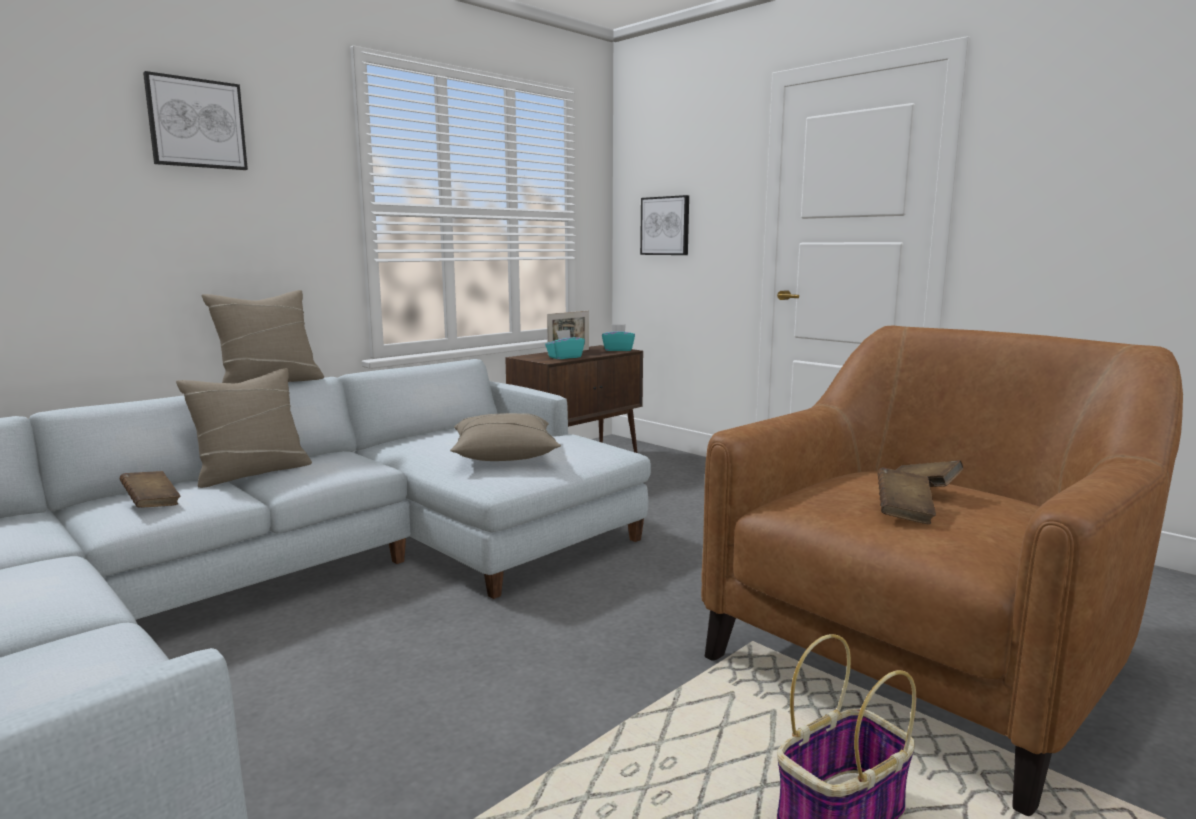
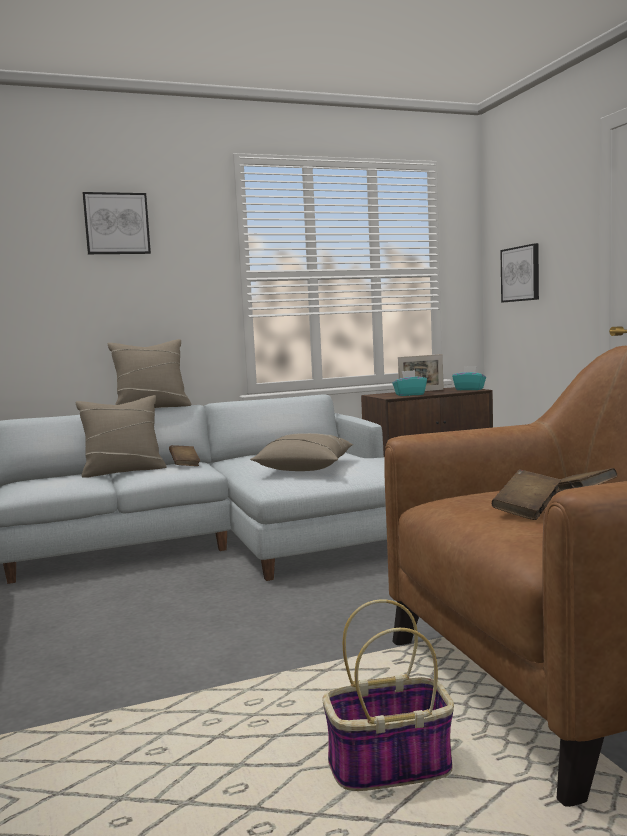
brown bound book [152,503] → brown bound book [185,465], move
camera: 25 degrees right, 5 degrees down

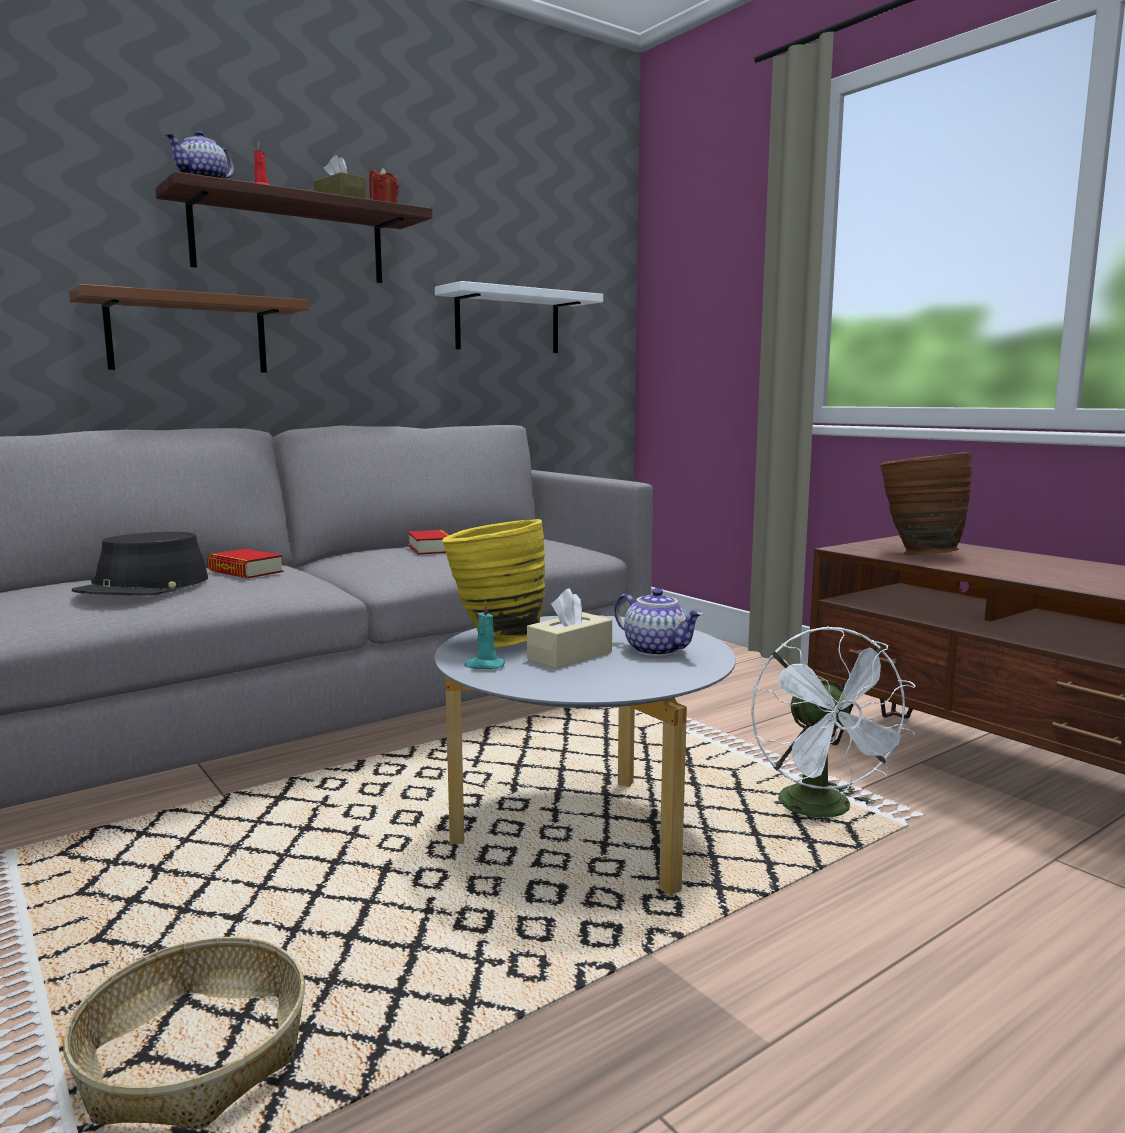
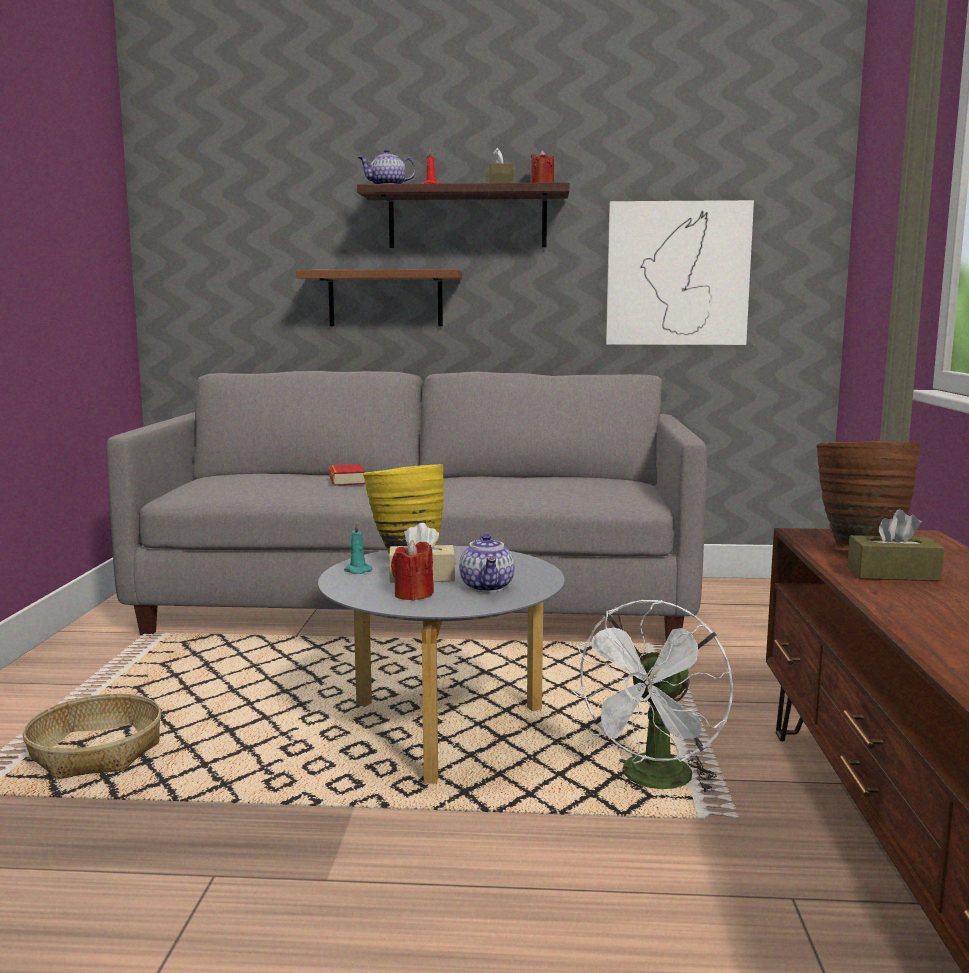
black clothing hat [144,586] → -
bound book [431,549] → -
whitish bracket shelf [507,322] → picture [677,274]
- → red-coloured wax candle [413,595]
- → brown box of tissues [893,574]
camera: 40 degrees right, 0 degrees up

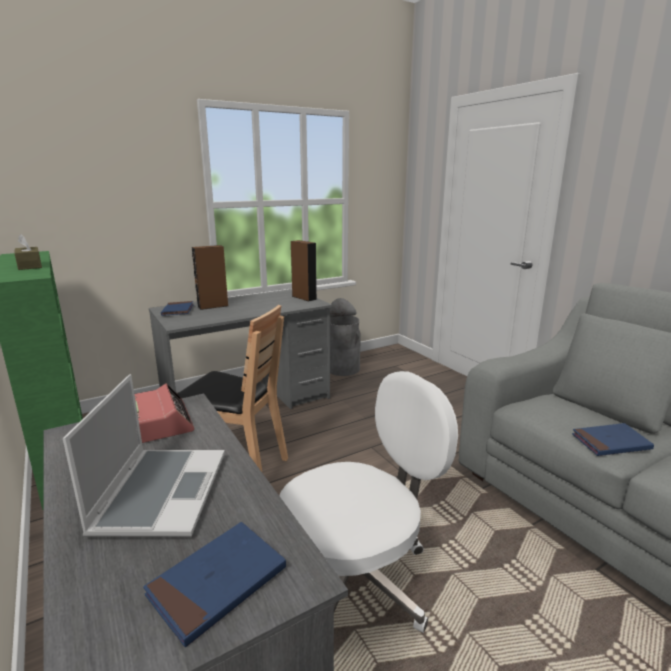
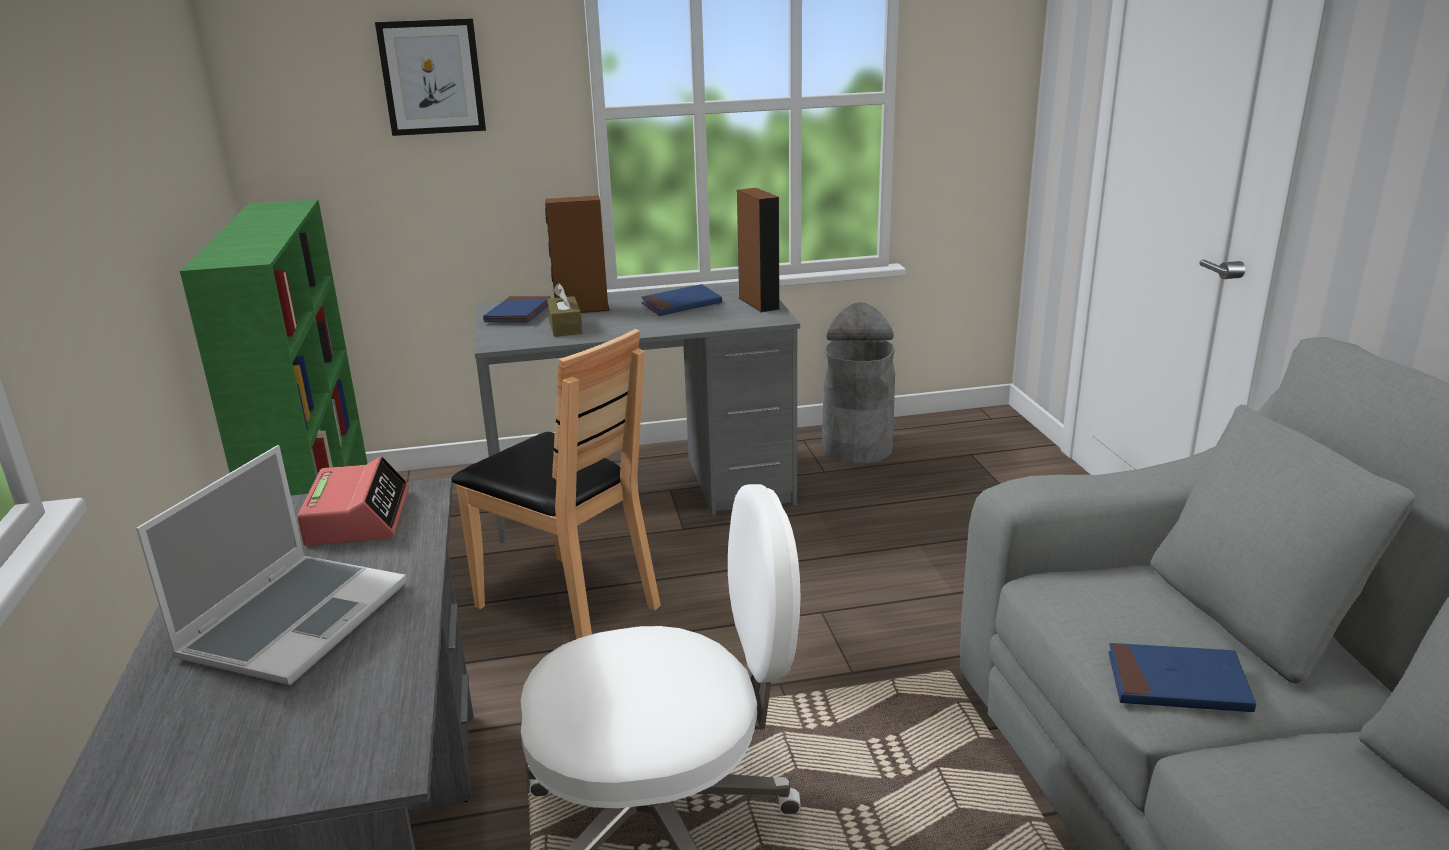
brown box of tissues [29,266] → brown box of tissues [565,327], move
blue-coloured bound book [217,583] → blue-coloured bound book [681,304], move
- → picture [432,77]
camera: 20 degrees right, 5 degrees up

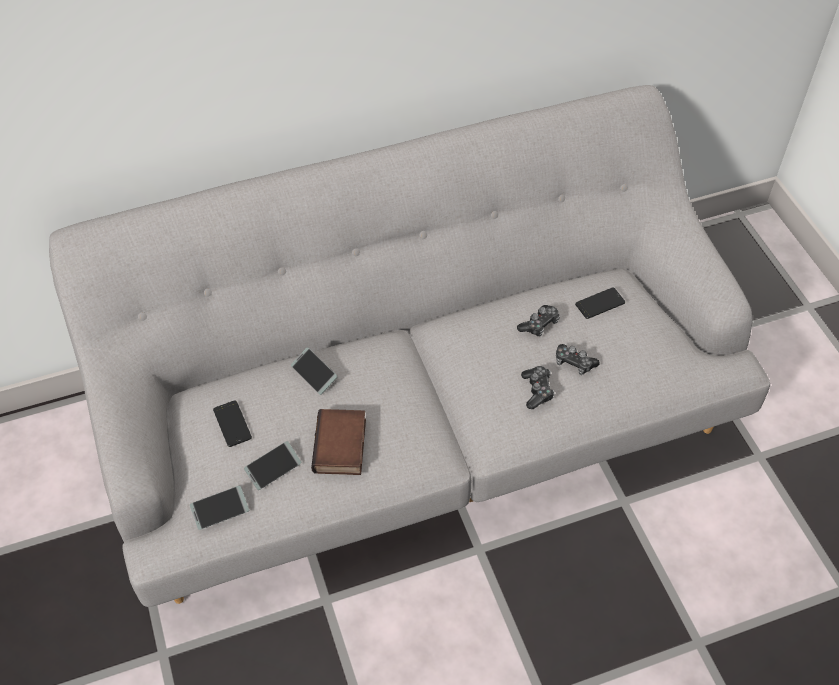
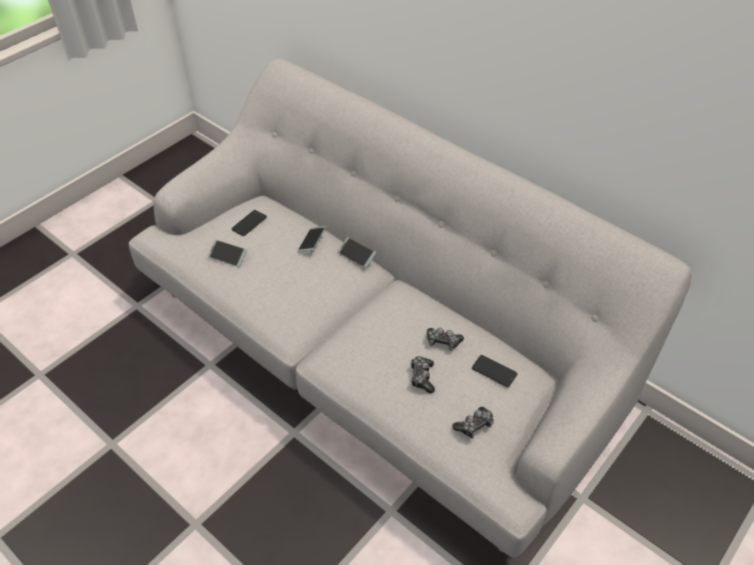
phone [220,510] → phone [356,255], move
bound book [342,447] → -
joypad [537,390] → joypad [474,425], move
camera: 60 degrees right, 5 degrees down

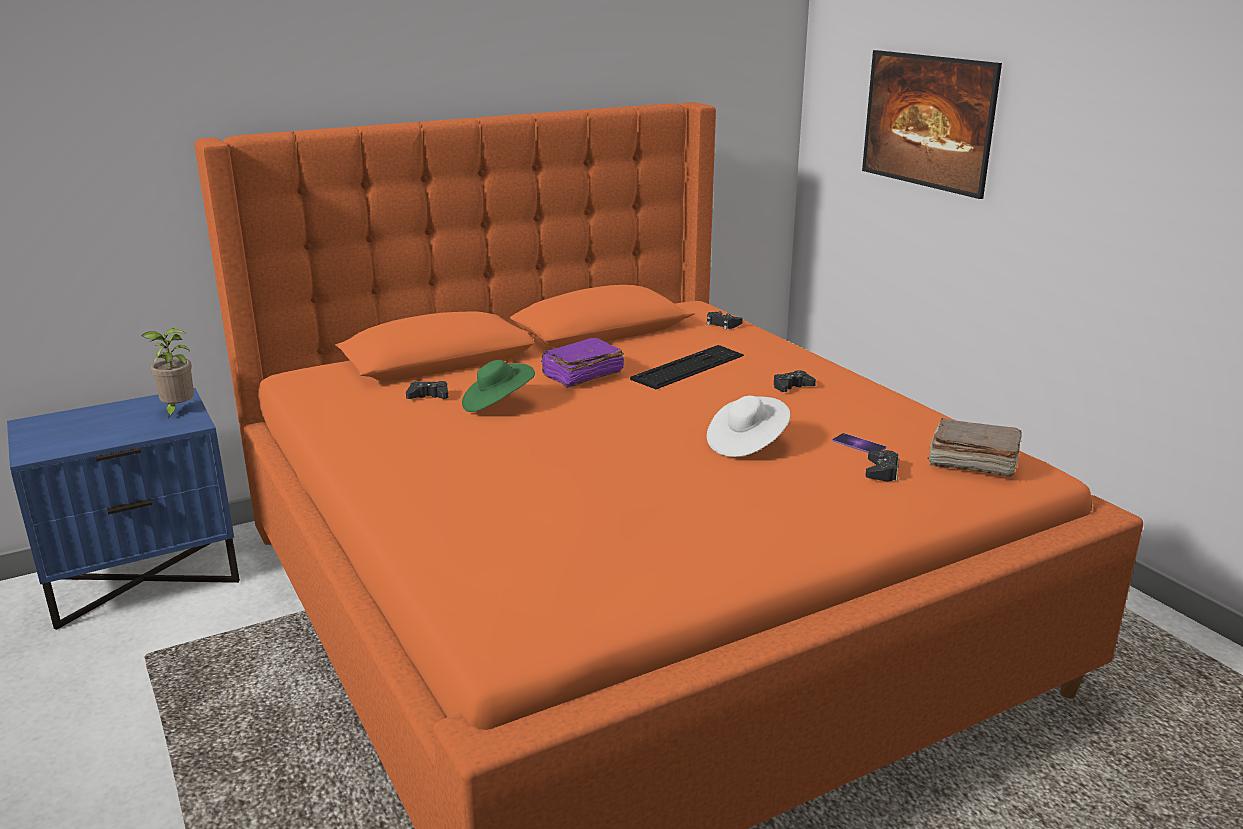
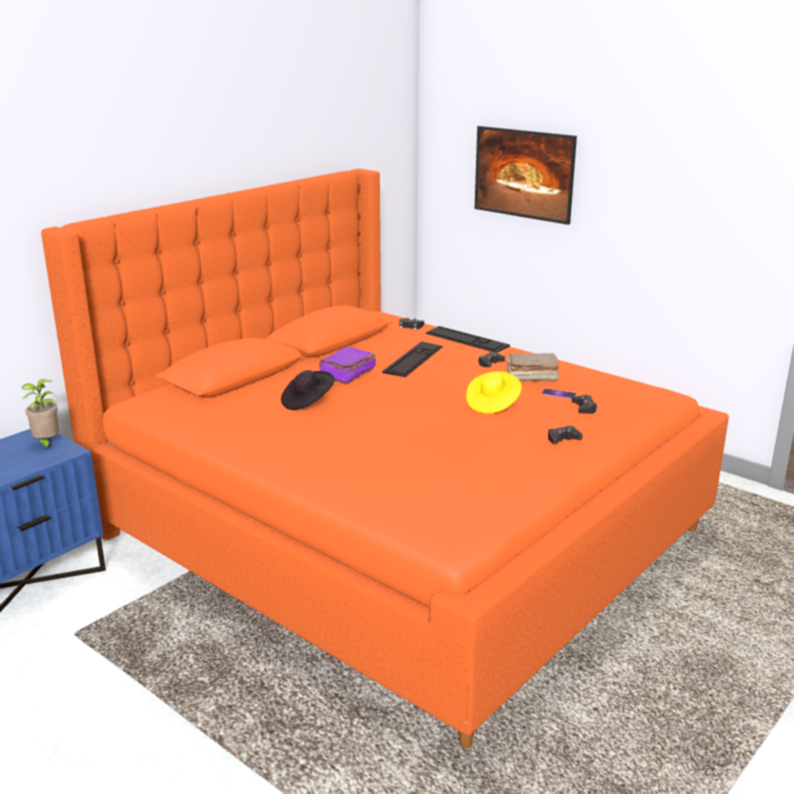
black joypad [429,396] → black joypad [563,439], move
green-coloured clothing hat [497,404] → black clothing hat [307,402]
whitish clothing hat [746,444] → yellowish clothing hat [492,404]
brown bound book [971,462] → brown bound book [531,377], move
- → PC keyboard [466,339]
camera: 20 degrees left, 0 degrees up

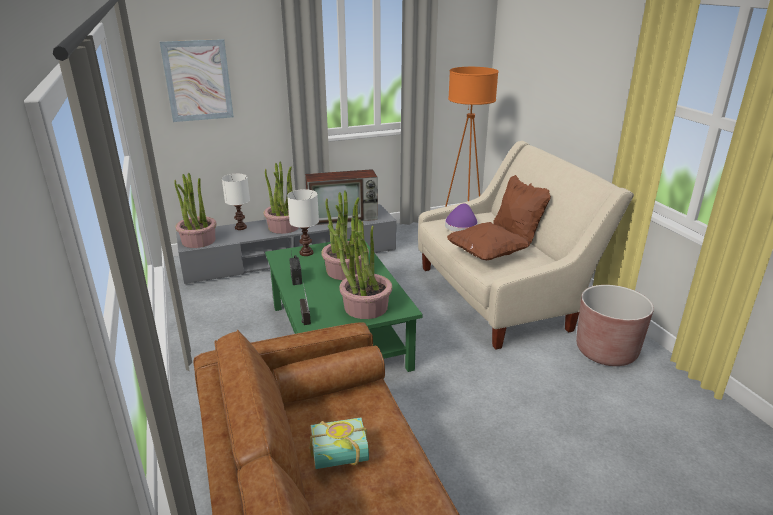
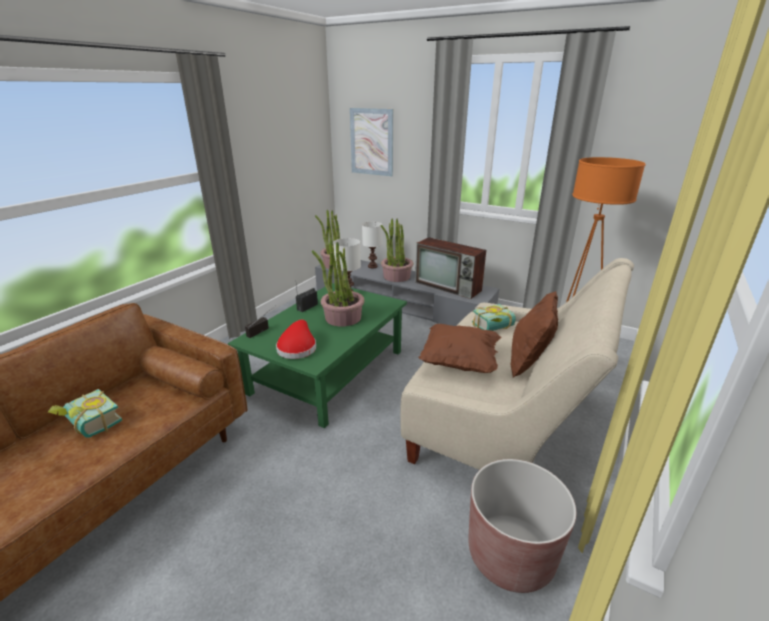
potted plant [365,307] → red-coloured clothing hat [297,347]
purplish clothing hat [461,225] → bound book [495,328]
camera: 50 degrees right, 0 degrees up

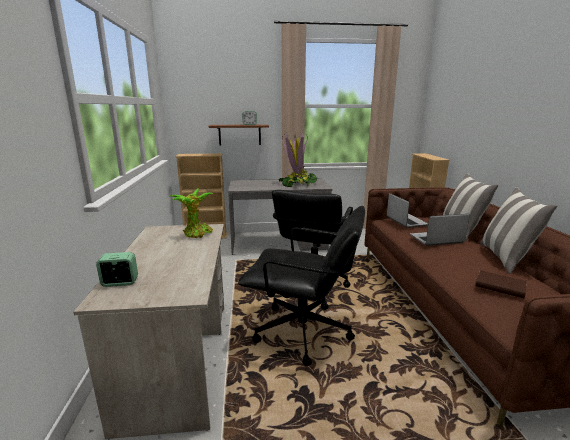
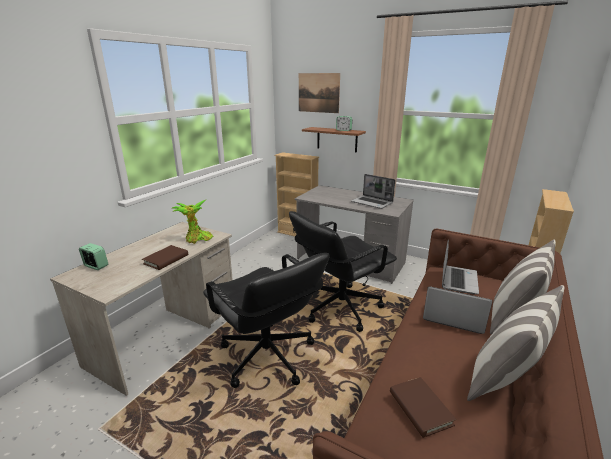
potted plant [298,184] → portable computer [372,203]
- → brown bound book [166,259]
- → picture [318,93]
camera: 35 degrees right, 5 degrees up

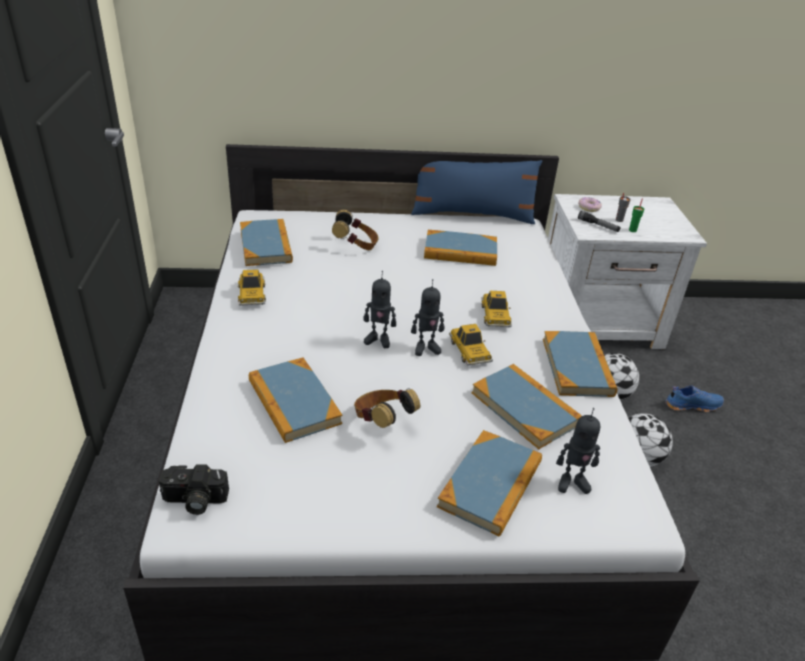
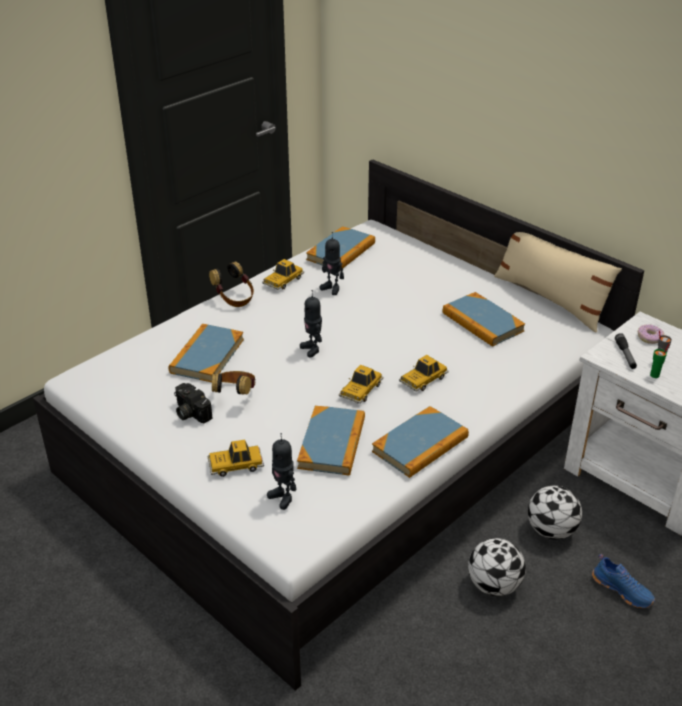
still camera [194,501] → still camera [190,412], move
headphones [356,246] → headphones [234,299], move
blue-coloured throw pillow [472,214] → beige throw pillow [550,299]
model robot [426,348] → model robot [332,288], move
bound book [490,484] → toy car [236,465]
camera: 50 degrees right, 0 degrees up

